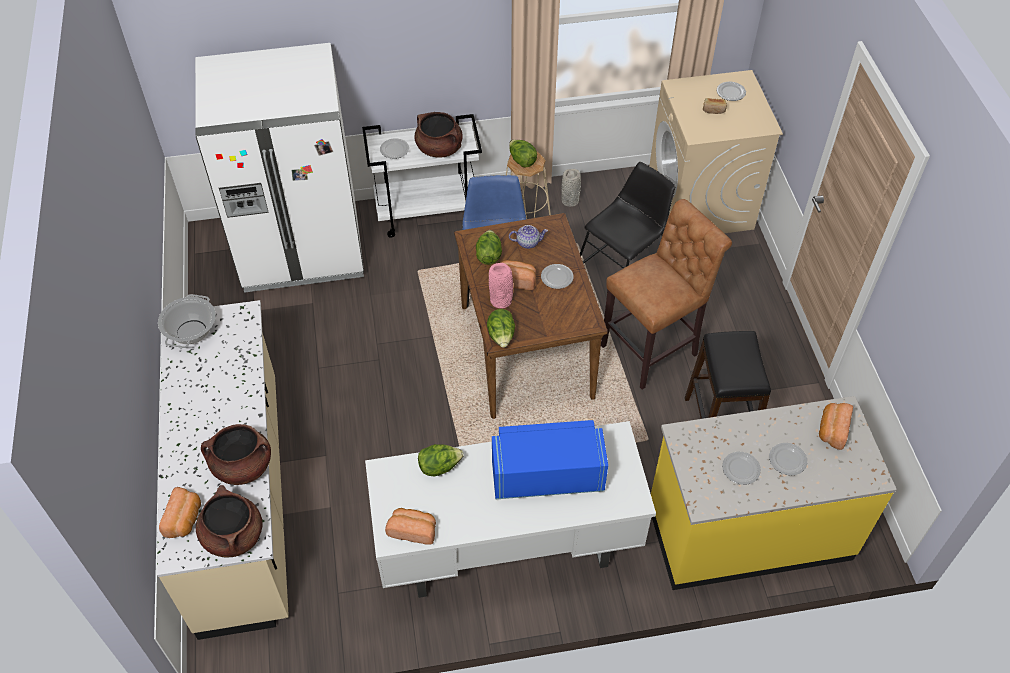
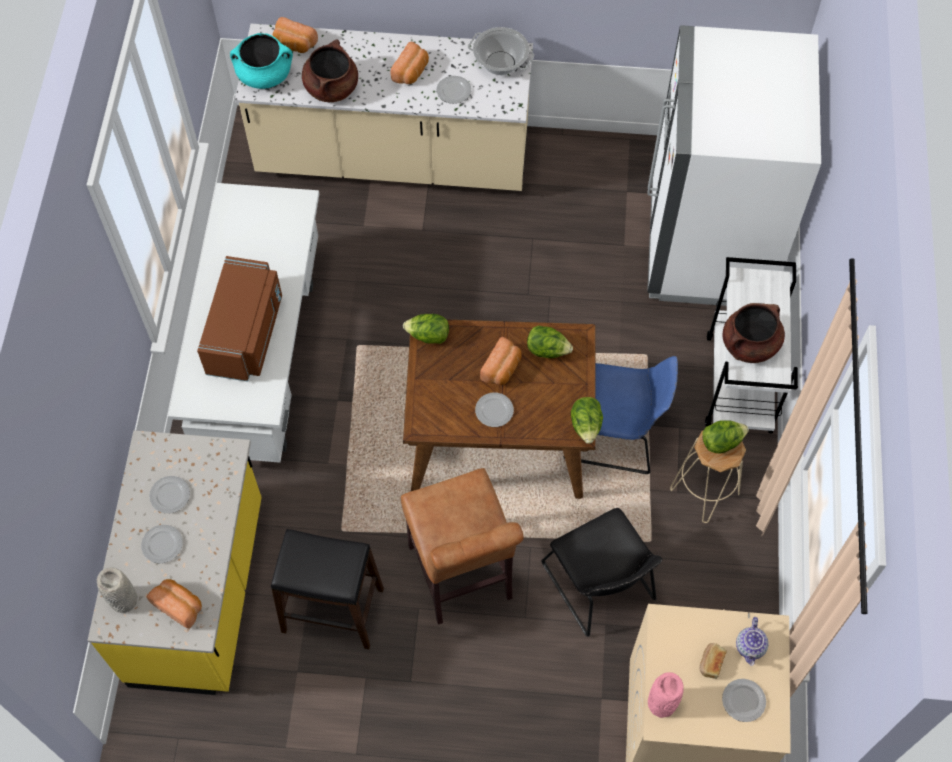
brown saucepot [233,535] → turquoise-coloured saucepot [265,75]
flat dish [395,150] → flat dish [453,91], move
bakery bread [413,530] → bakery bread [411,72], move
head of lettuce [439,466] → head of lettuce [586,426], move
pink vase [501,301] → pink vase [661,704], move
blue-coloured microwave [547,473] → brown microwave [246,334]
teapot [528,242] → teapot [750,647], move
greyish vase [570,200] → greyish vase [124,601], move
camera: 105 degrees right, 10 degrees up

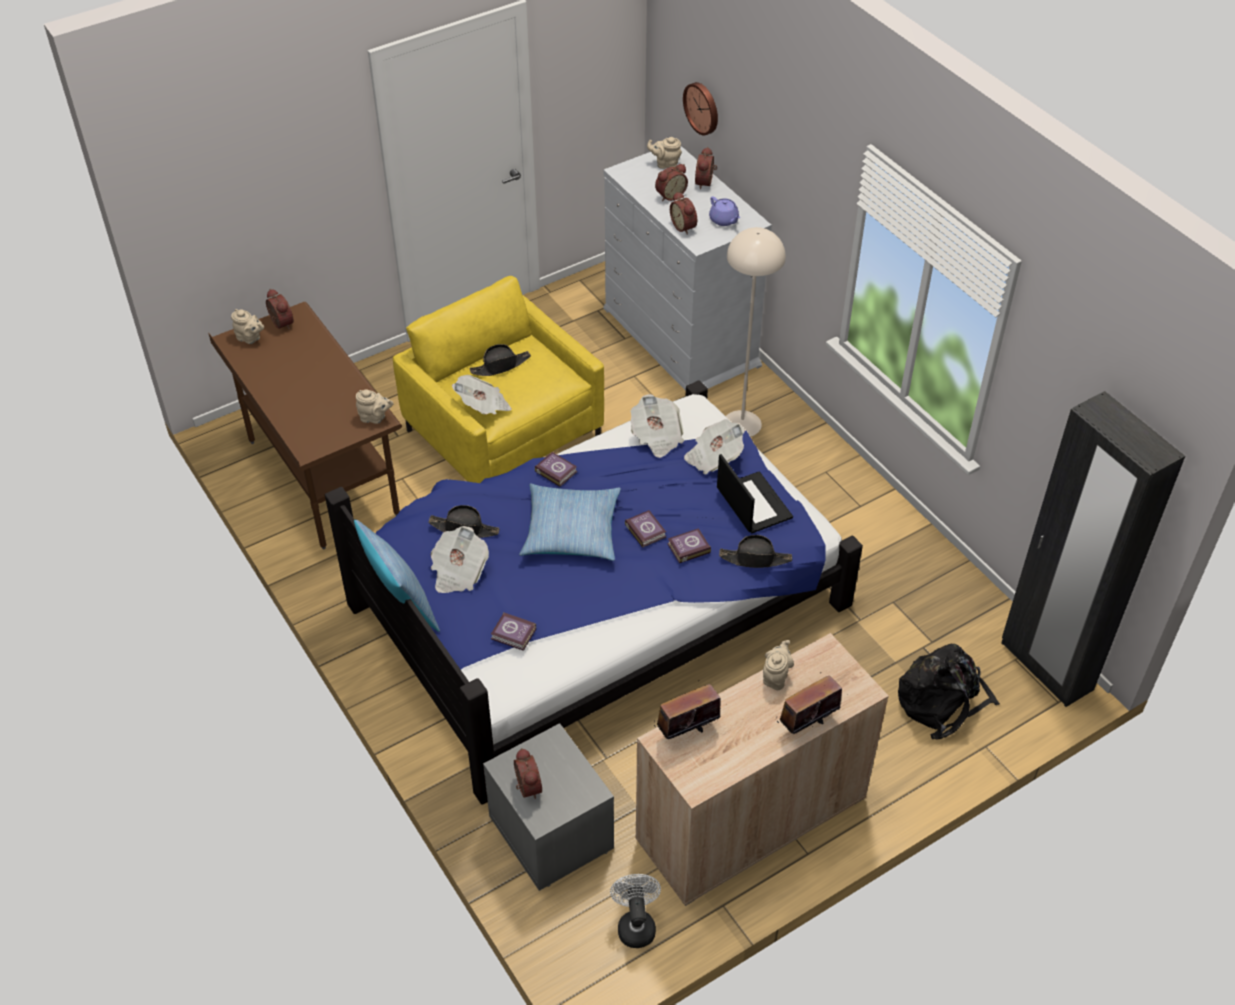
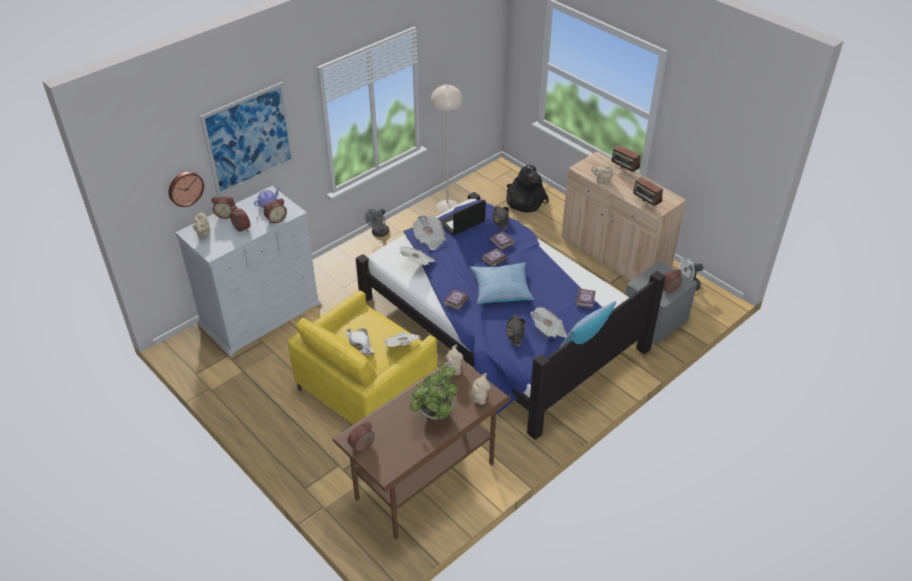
beige teapot [250,338] → beige teapot [480,397], move
black clothing hat [500,366] → whitish clothing hat [359,344]
beige standard lamp [742,424] → beige standard lamp [447,206], move
black clothes cupboard [1045,667] → -
- → picture [249,139]
- → greyish fan [379,233]
- → potted plant [434,414]
camera: 100 degrees left, 5 degrees down

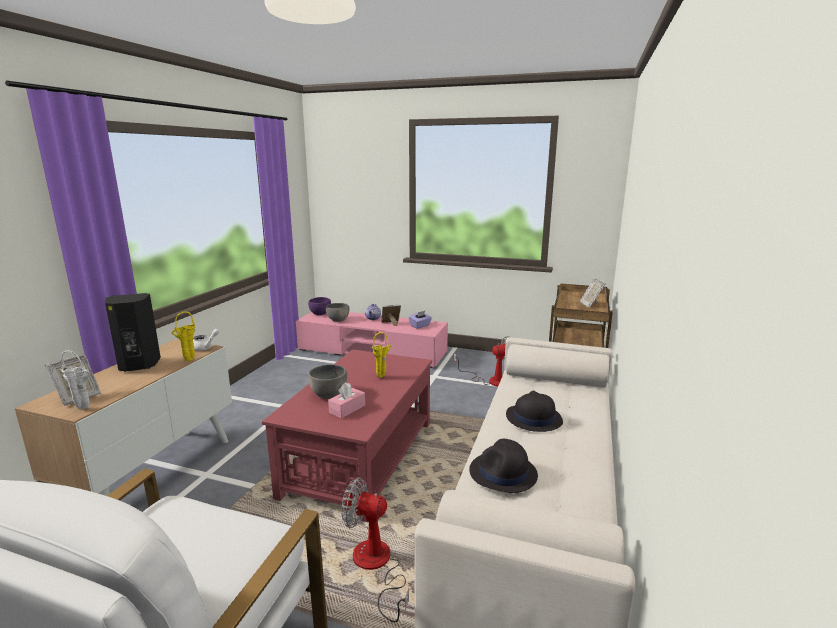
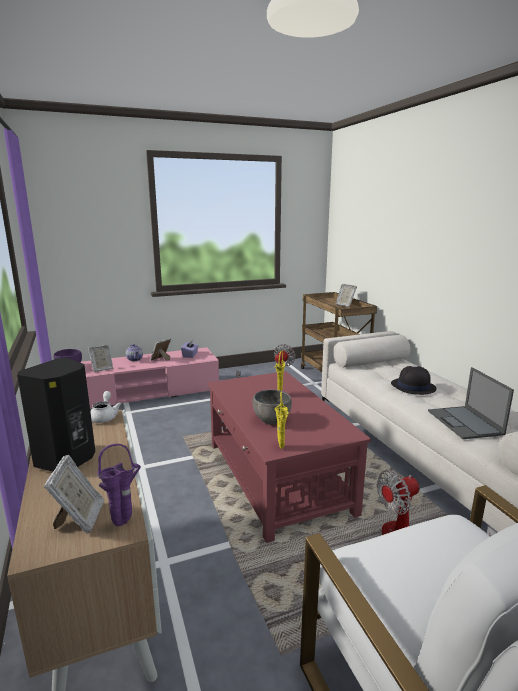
whitish vase [85,408] → purplish vase [125,523]
yellowish vase [188,361] → yellowish vase [281,448], move
greyish serving bowl [338,320] → photo frame [101,369]
pink box of tissues [347,409] → -
black clothing hat [503,473] → portable computer [465,423]
camera: 40 degrees left, 0 degrees up

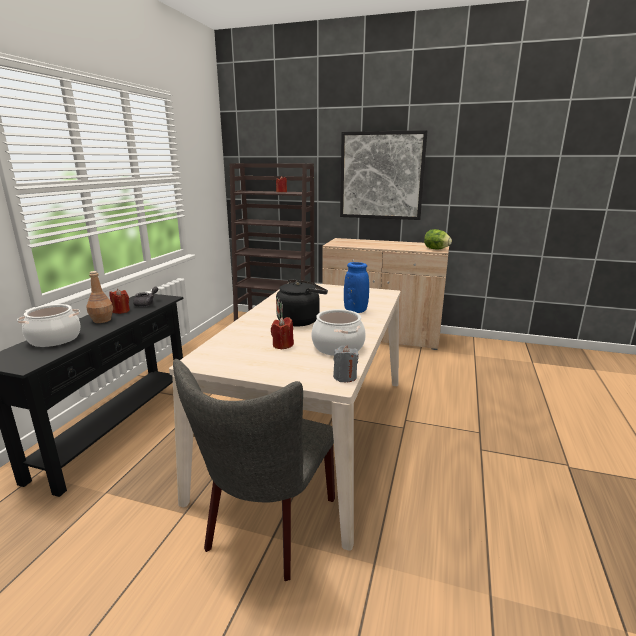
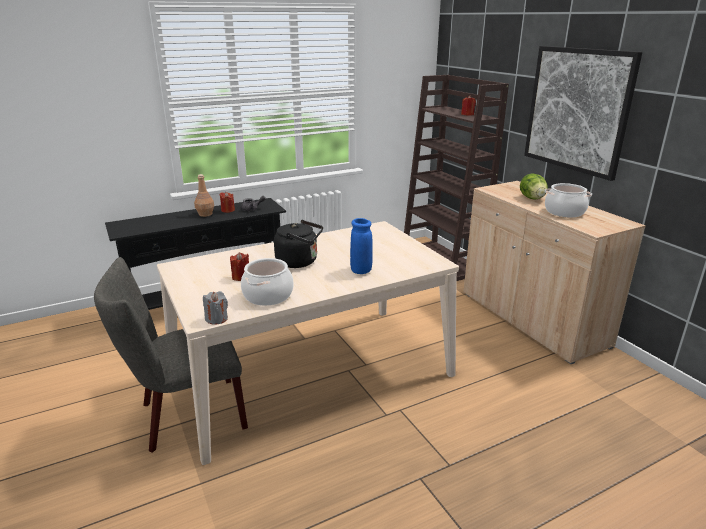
saucepot [55,339] → saucepot [564,212], move
head of lettuce [436,249] → head of lettuce [532,198], move
camera: 45 degrees right, 5 degrees up

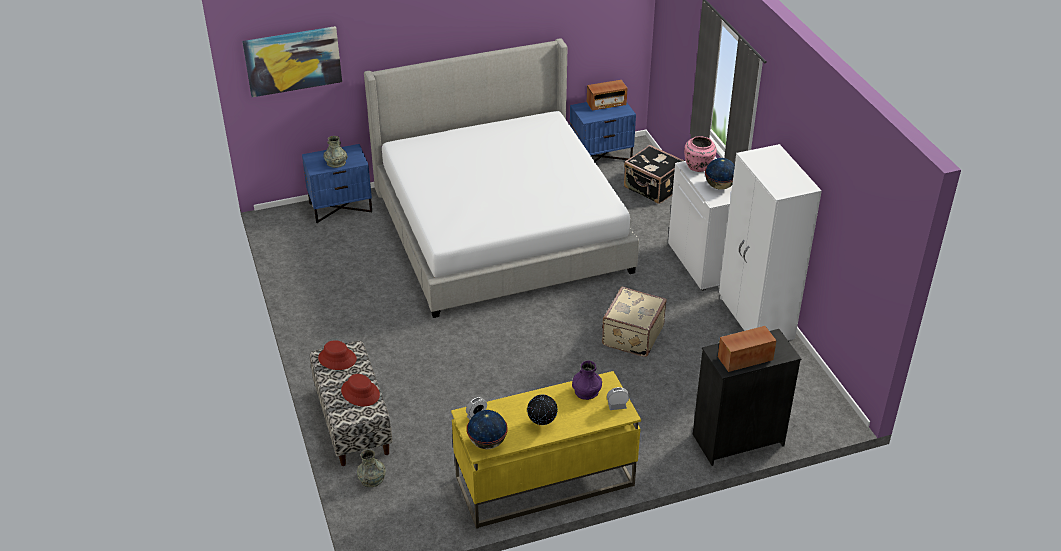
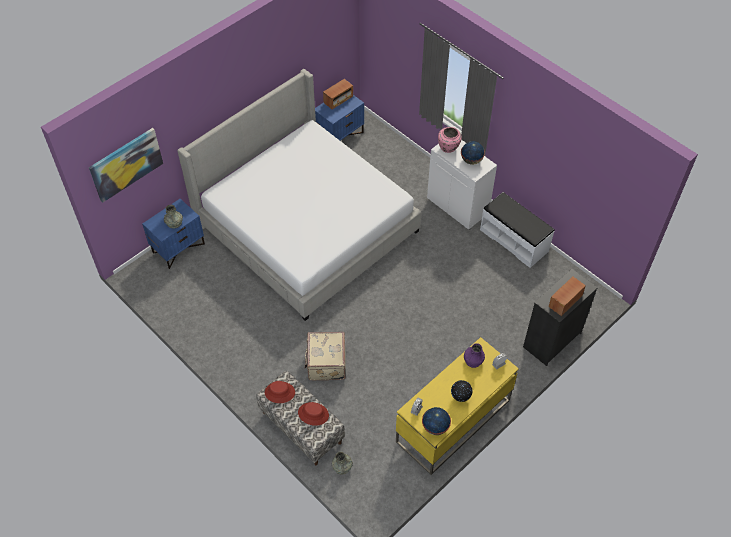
beige piece of luggage [631,335] → beige piece of luggage [326,363], move
black piece of luggage [652,188] → -
whitish clothes cupboard [755,319] → whitish indoor bench [514,240]
camera: 25 degrees left, 15 degrees up

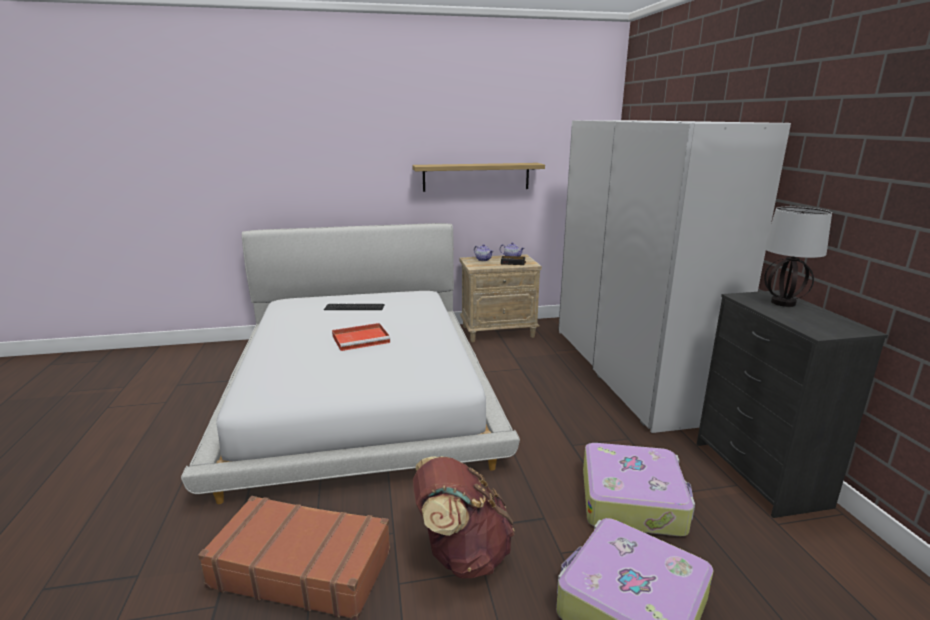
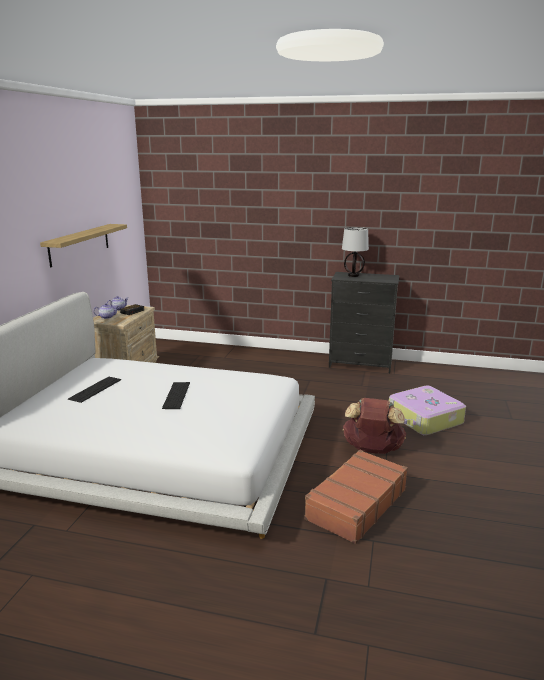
red-coloured carrying tray [362,339] → PC keyboard [176,395]
whitish clothes cupboard [629,371] → -
piece of luggage [633,500] → -
camera: 65 degrees left, 0 degrees up

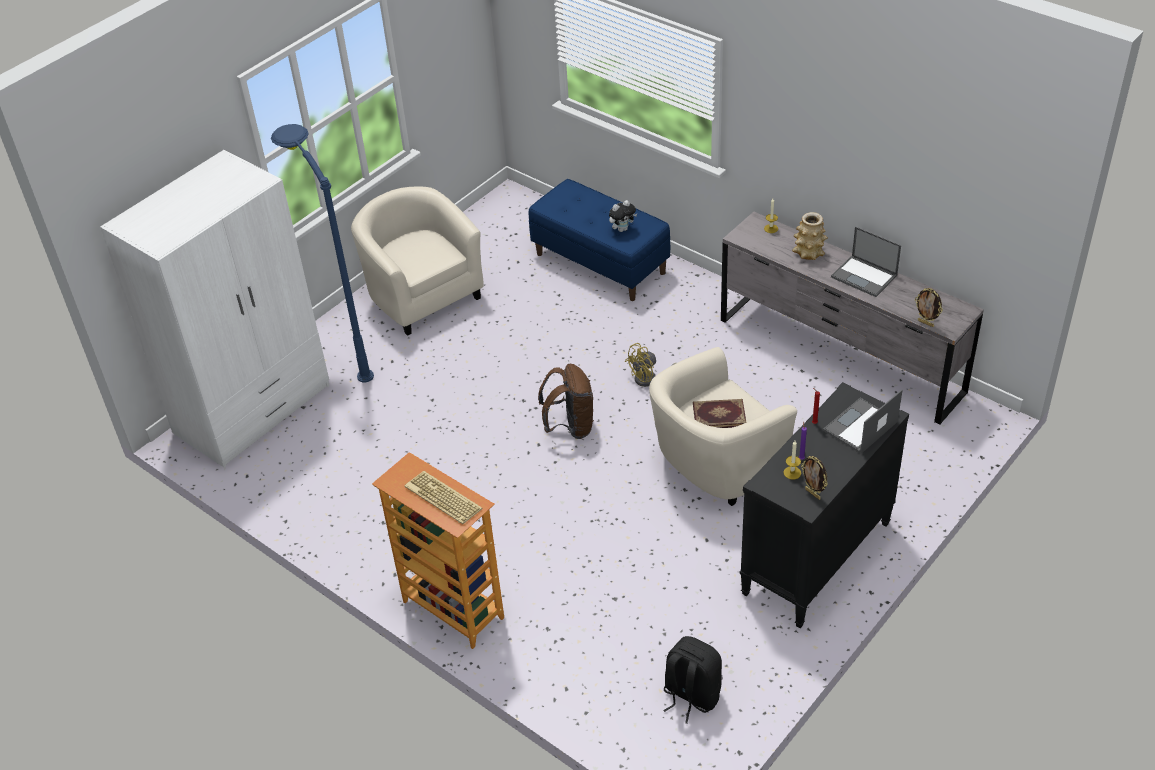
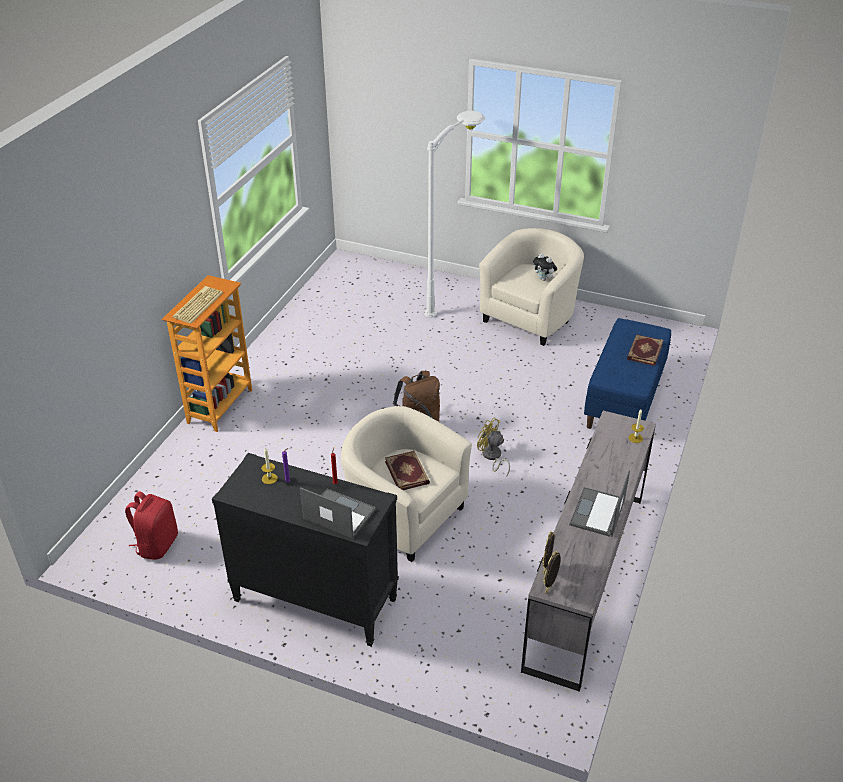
whitish clothes cupboard [253,409] → -
blue-coloured standard lamp [343,347] → whitish standard lamp [456,297]
soft toy [622,229] → soft toy [544,279], move
black rucksack [690,696] → red-coloured rucksack [157,544]
vase [808,253] → -
photo frame [813,493] → photo frame [550,588], move
- → bound book [644,351]
camera: 70 degrees right, 5 degrees down

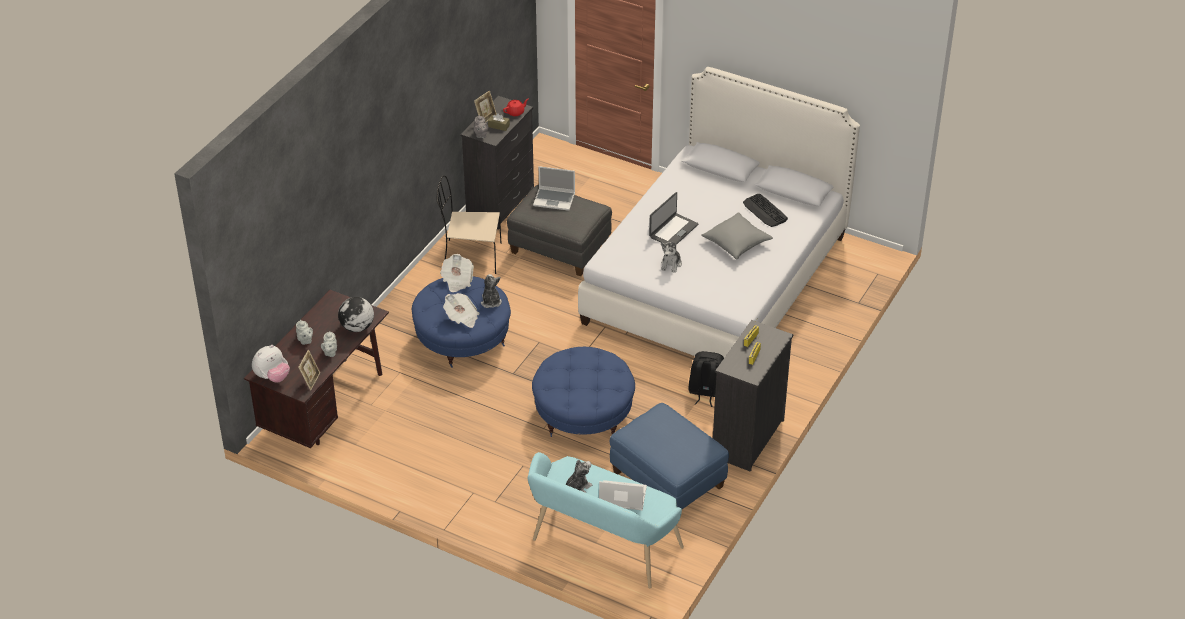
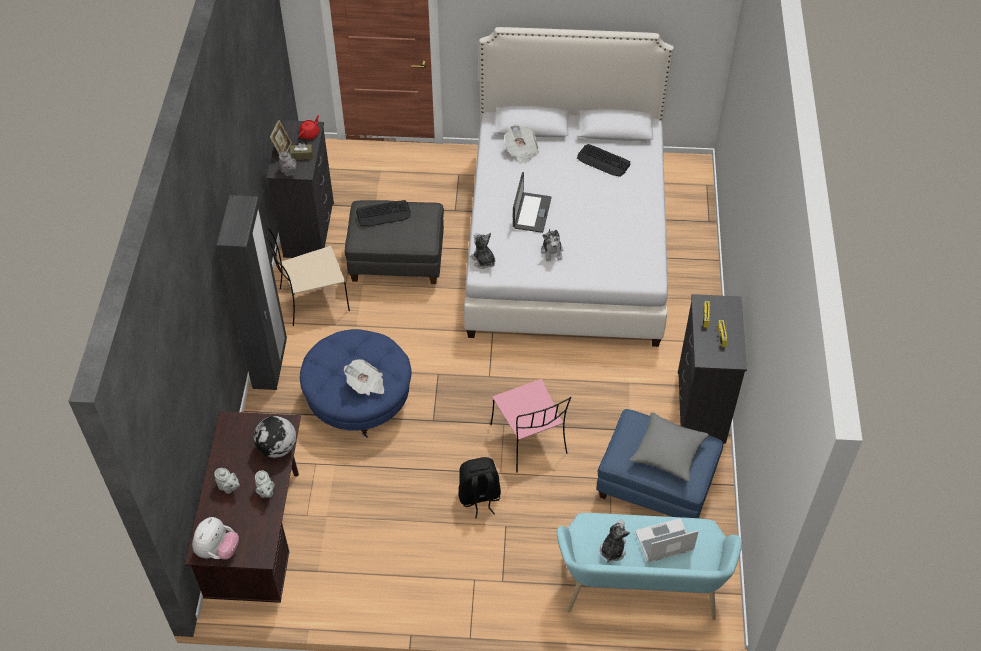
photo frame [310,380] → -
printed paper [457,280] → printed paper [521,151], move
soft toy [491,302] → soft toy [483,260], move
blue-coloured pouffe [583,414] → pink plain chair [530,440]
portable computer [555,199] → PC keyboard [383,214]
black rucksack [706,393] → black rucksack [479,497], move
greyish throw pillow [736,243] → greyish throw pillow [668,453], move
- → black clothes cupboard [270,365]
camera: 25 degrees left, 10 degrees up

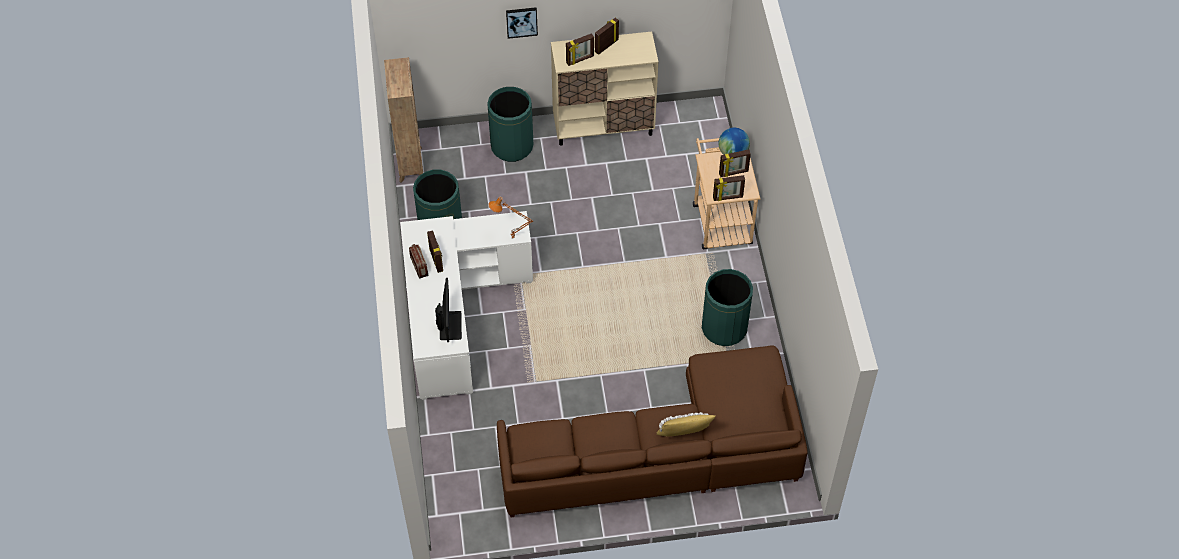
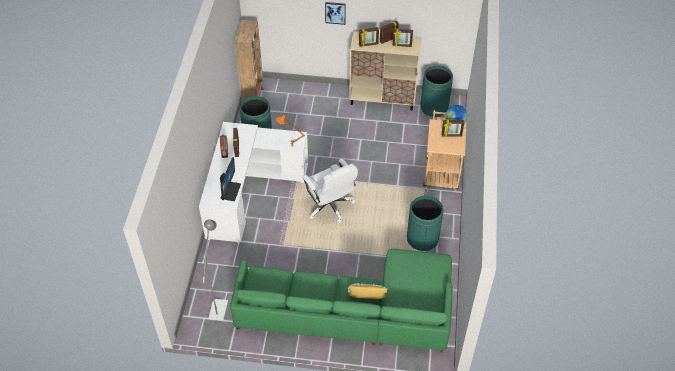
green-coloured waste bin [511,146] → green-coloured waste bin [434,107], move
brown couch [665,453] → green-coloured couch [355,311]
photo frame [727,197] → photo frame [402,45], move
- → greyish standard lamp [219,305]
- → whitish office chair [330,206]
camera: 15 degrees right, 5 degrees down

